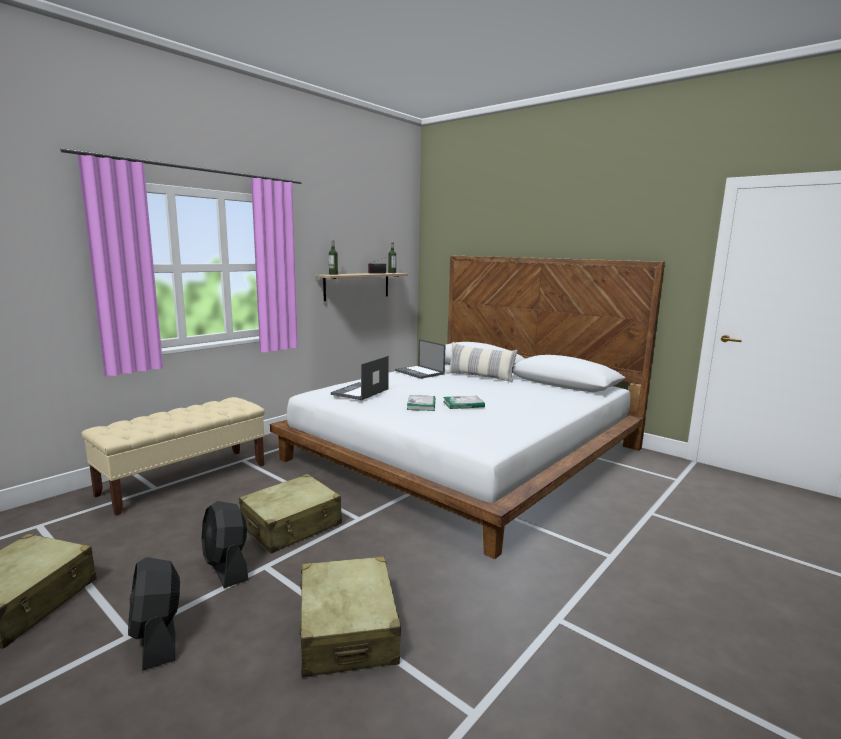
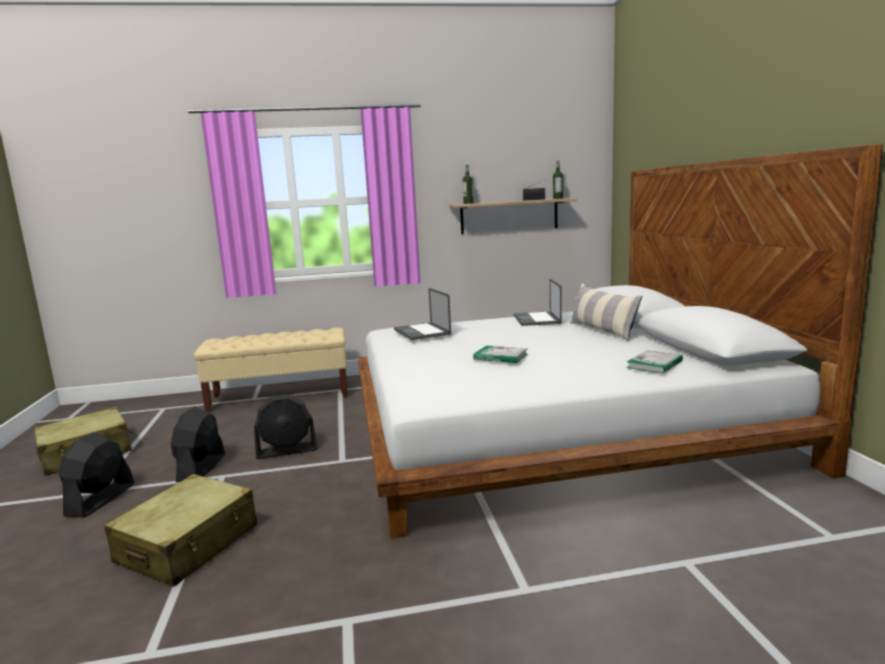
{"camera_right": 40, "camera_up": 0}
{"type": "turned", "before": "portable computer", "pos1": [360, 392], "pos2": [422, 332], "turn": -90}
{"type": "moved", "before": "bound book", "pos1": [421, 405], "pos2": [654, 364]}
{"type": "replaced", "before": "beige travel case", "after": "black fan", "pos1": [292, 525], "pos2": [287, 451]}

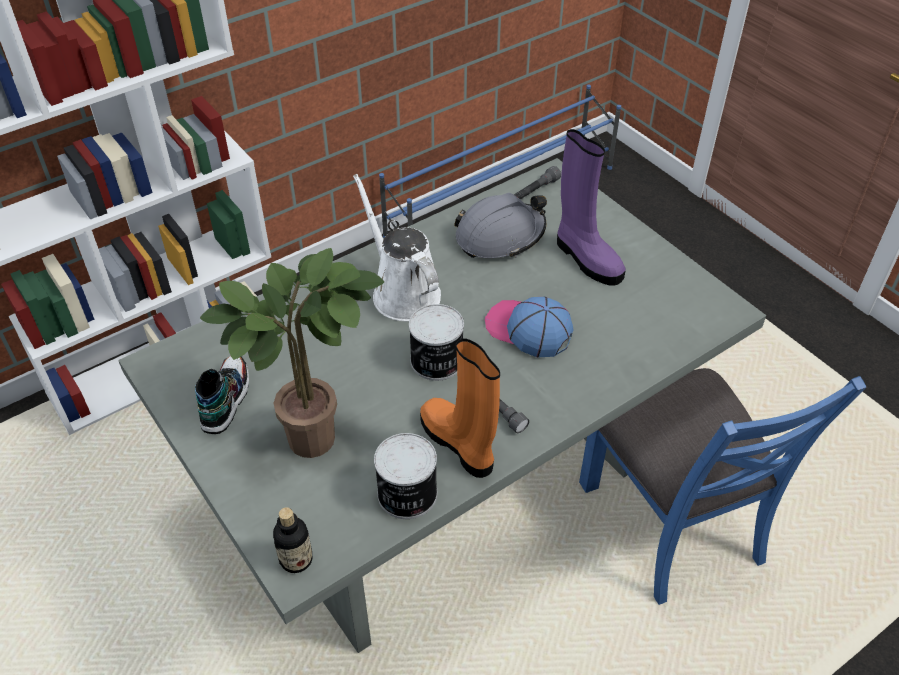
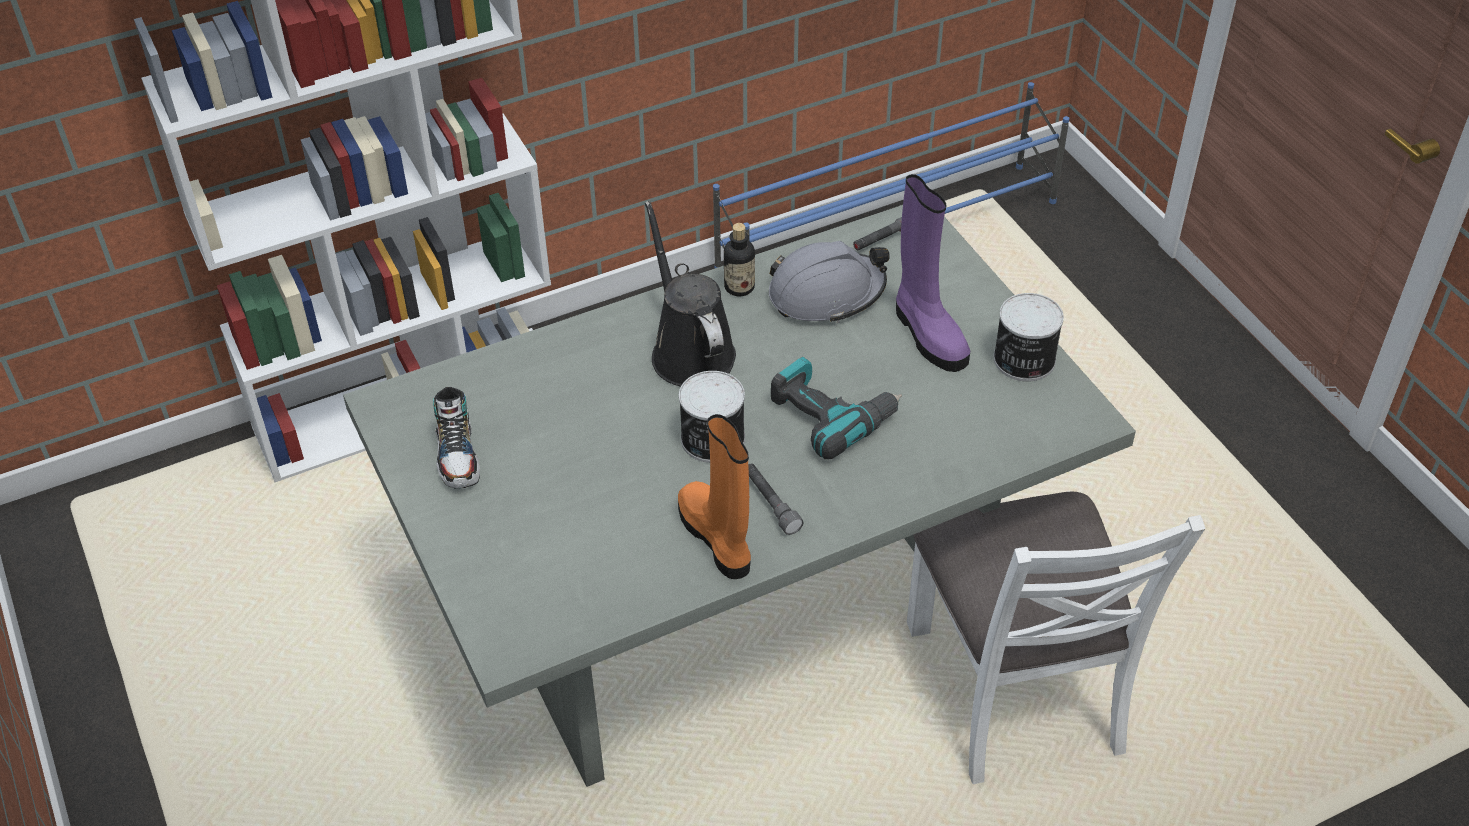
{"camera_right": 10, "camera_up": 0}
{"type": "recoloured", "before": "whitish watering pot", "after": "black watering pot", "pos1": [402, 292], "pos2": [689, 351]}
{"type": "removed", "before": "potted plant", "pos1": [317, 433]}
{"type": "replaced", "before": "cap", "after": "power drill", "pos1": [528, 330], "pos2": [831, 415]}
{"type": "turned", "before": "low shoe", "pos1": [225, 400], "pos2": [458, 455], "turn": 150}
{"type": "recoloured", "before": "bluish chair", "after": "whitish chair", "pos1": [672, 523], "pos2": [1017, 689]}
{"type": "moved", "before": "can", "pos1": [406, 495], "pos2": [1023, 360]}
{"type": "moved", "before": "bottle", "pos1": [296, 559], "pos2": [739, 287]}

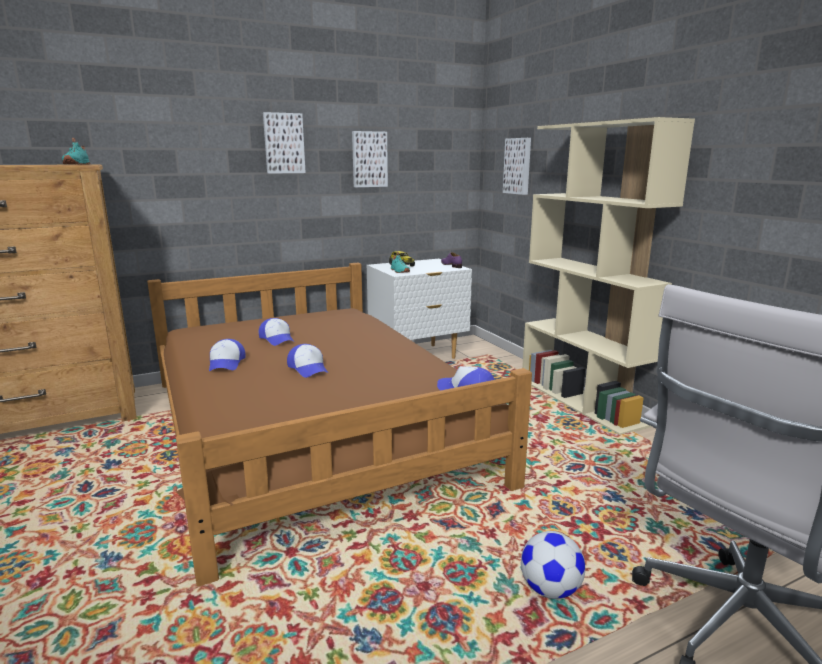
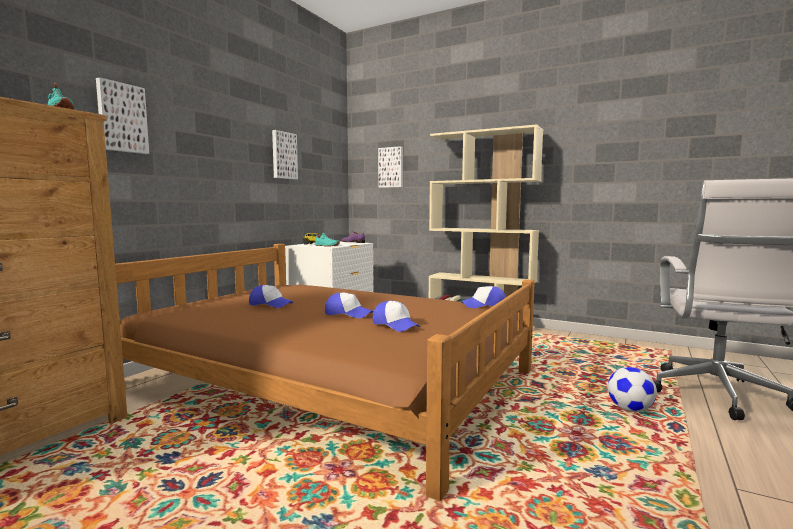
{"camera_right": -35, "camera_up": -10}
{"type": "moved", "before": "picture", "pos1": [283, 143], "pos2": [121, 118]}
{"type": "moved", "before": "cap", "pos1": [226, 363], "pos2": [396, 325]}

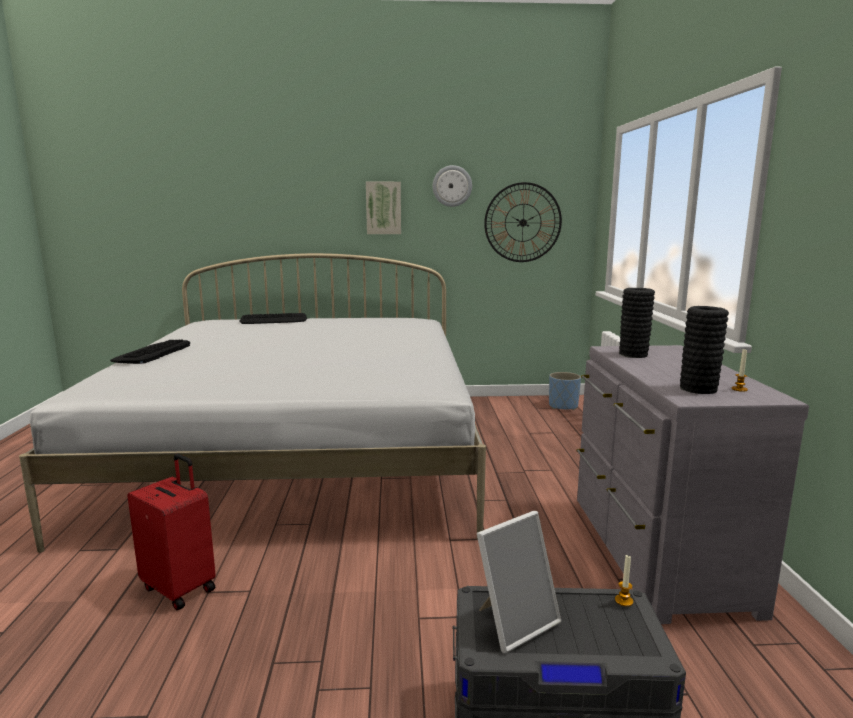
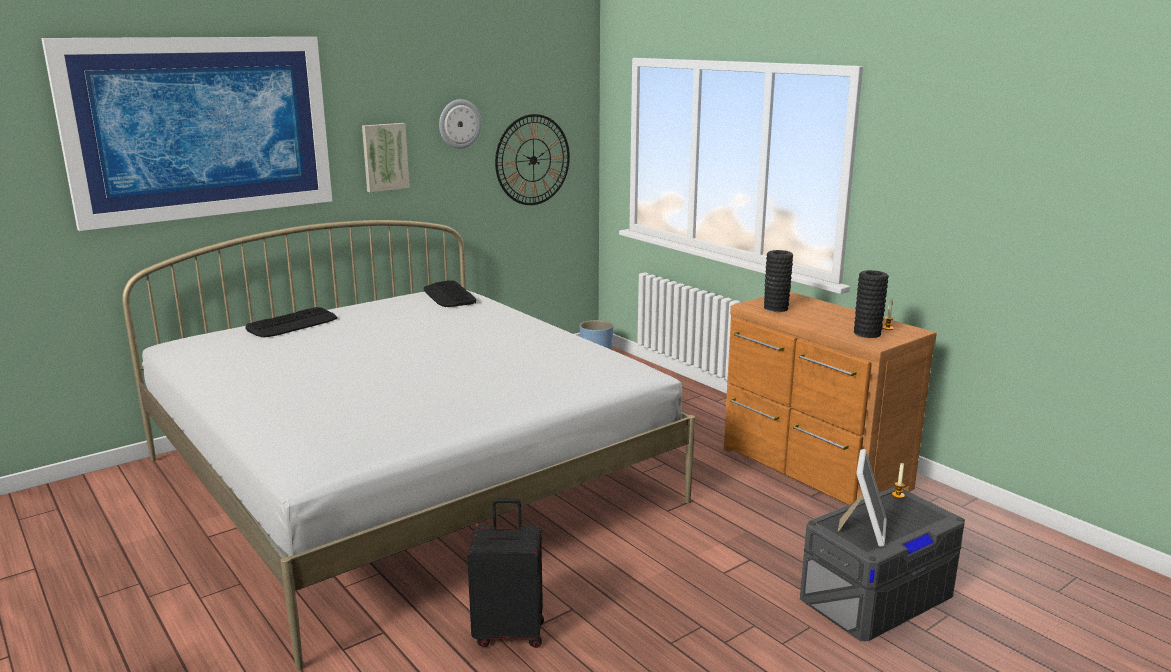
{"camera_right": -35, "camera_up": 5}
{"type": "moved", "before": "PC keyboard", "pos1": [152, 353], "pos2": [449, 295]}
{"type": "recoloured", "before": "greyish chest of drawers", "after": "brown chest of drawers", "pos1": [655, 554], "pos2": [812, 470]}
{"type": "recoloured", "before": "red-coloured travel case", "after": "black travel case", "pos1": [181, 588], "pos2": [509, 632]}
{"type": "added", "after": "picture", "pos2": [201, 128]}

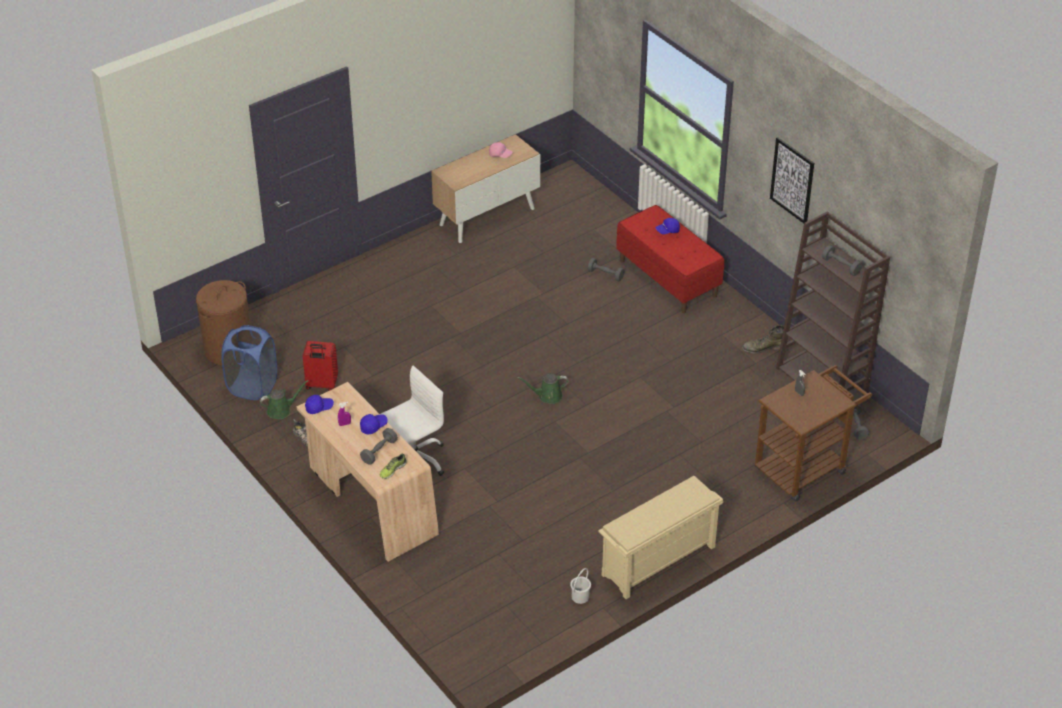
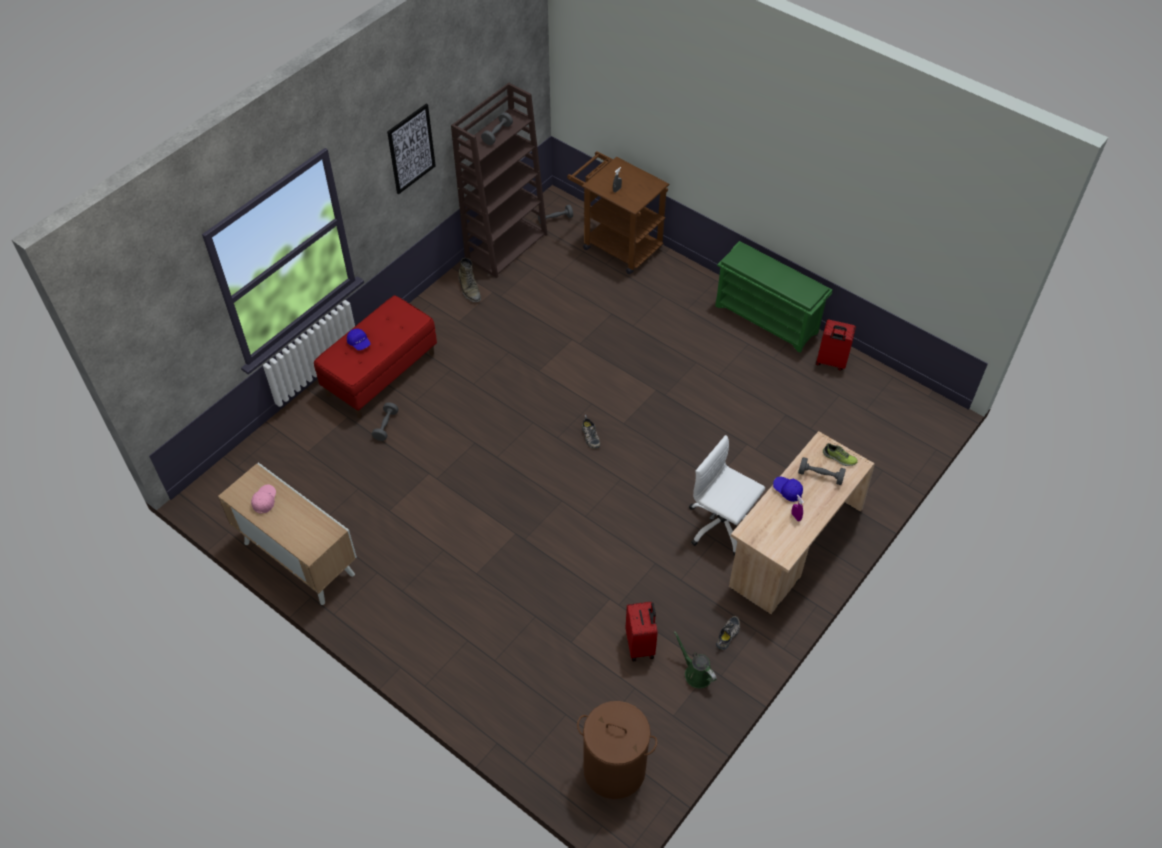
{"camera_right": -105, "camera_up": 10}
{"type": "removed", "before": "bluish laundry basket", "pos1": [252, 386]}
{"type": "replaced", "before": "greenish watering pot", "after": "low shoe", "pos1": [547, 396], "pos2": [590, 436]}
{"type": "removed", "before": "bluish cap", "pos1": [319, 407]}
{"type": "recoloured", "before": "beige shoe rack", "after": "greenish shoe rack", "pos1": [658, 562], "pos2": [767, 319]}
{"type": "replaced", "before": "whitish pail", "after": "red-coloured travel case", "pos1": [580, 596], "pos2": [830, 362]}

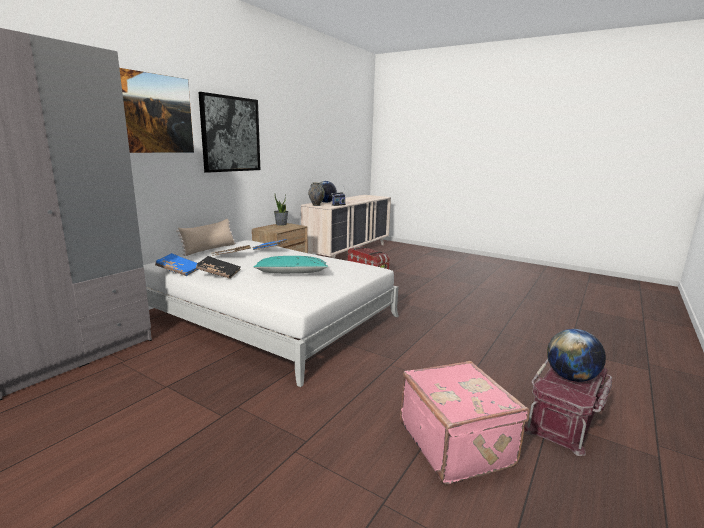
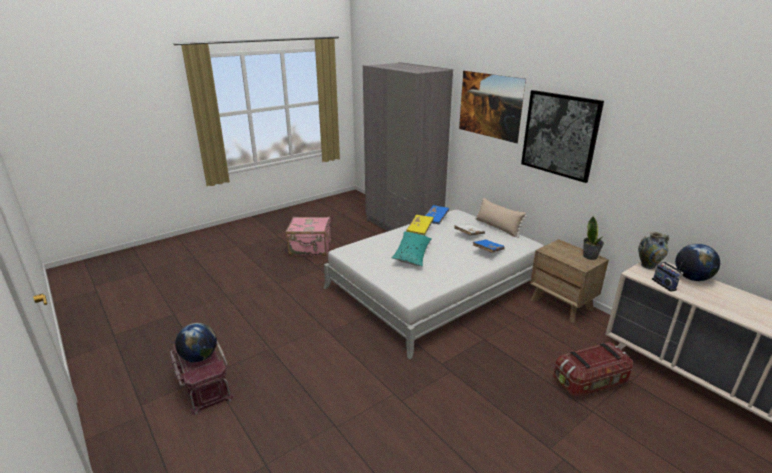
{"camera_right": 110, "camera_up": 10}
{"type": "recoloured", "before": "black bound book", "after": "yellow-coloured bound book", "pos1": [219, 274], "pos2": [420, 229]}
{"type": "moved", "before": "pink travel case", "pos1": [456, 443], "pos2": [310, 249]}

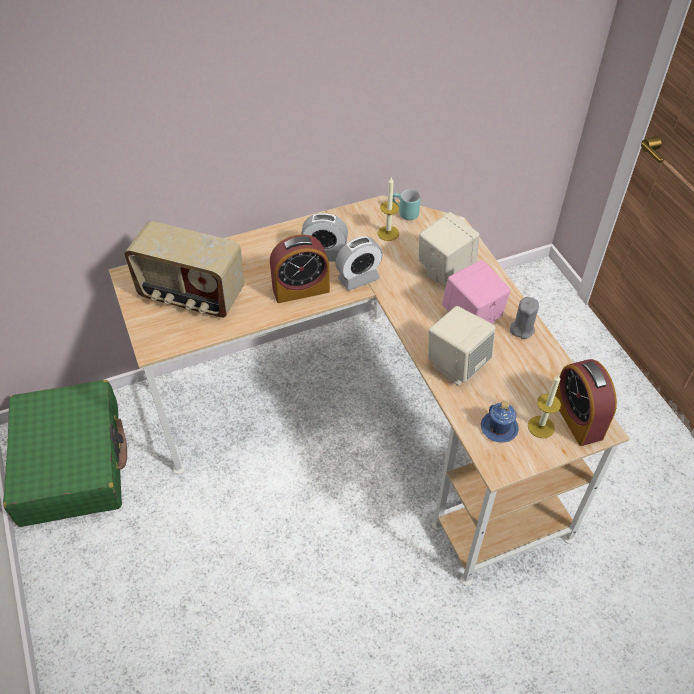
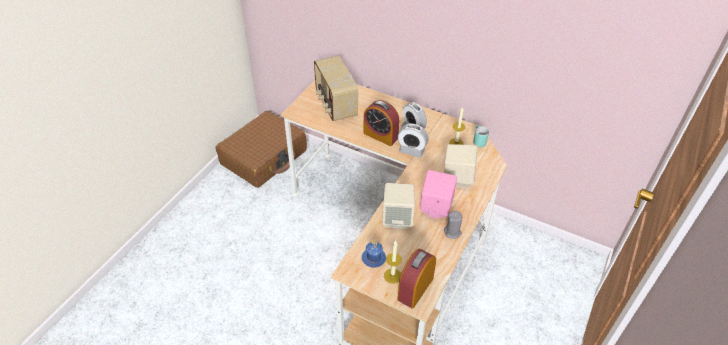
{"camera_right": 50, "camera_up": -5}
{"type": "recoloured", "before": "greenish travel case", "after": "brown travel case", "pos1": [71, 462], "pos2": [264, 157]}

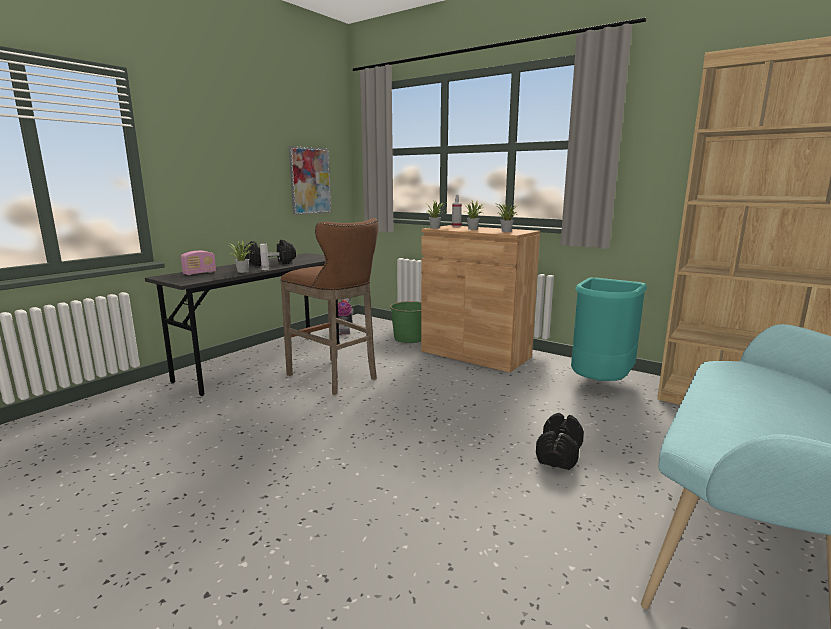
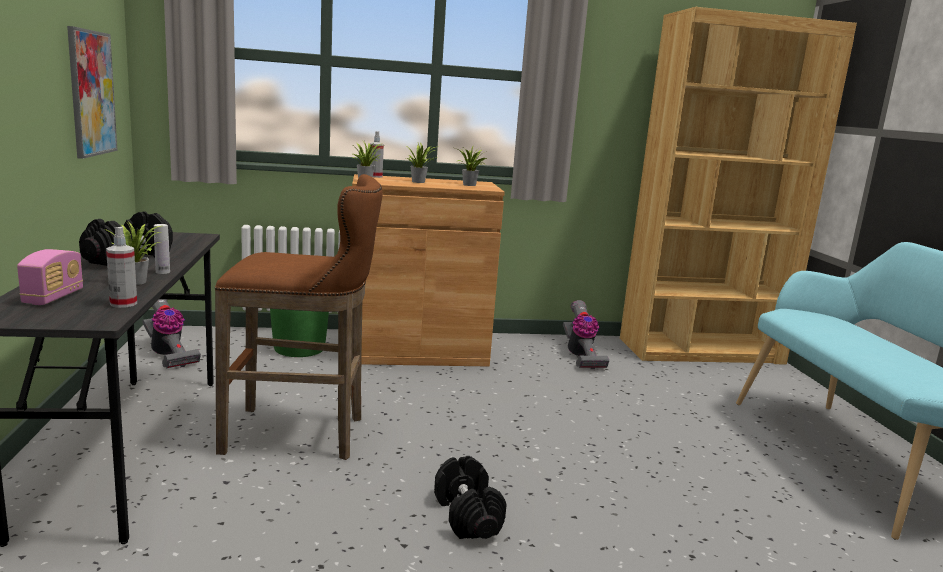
{"camera_right": -45, "camera_up": 0}
{"type": "replaced", "before": "blue-green rubbish bin", "after": "hoover", "pos1": [600, 383], "pos2": [580, 356]}
{"type": "moved", "before": "black free weight", "pos1": [559, 454], "pos2": [468, 515]}
{"type": "added", "after": "sprayer", "pos2": [123, 304]}

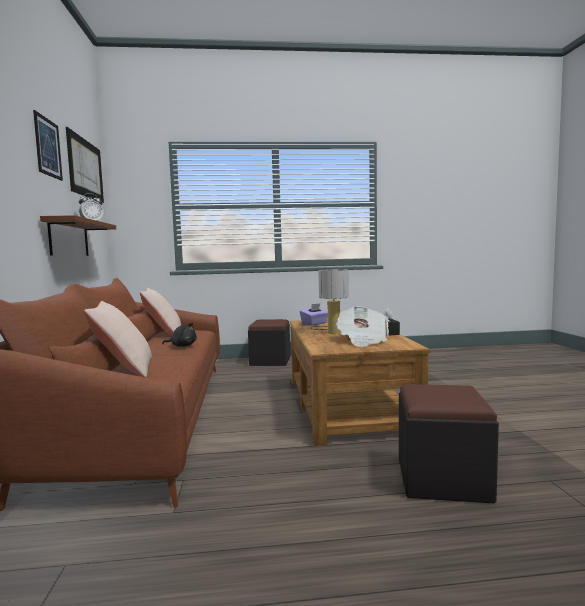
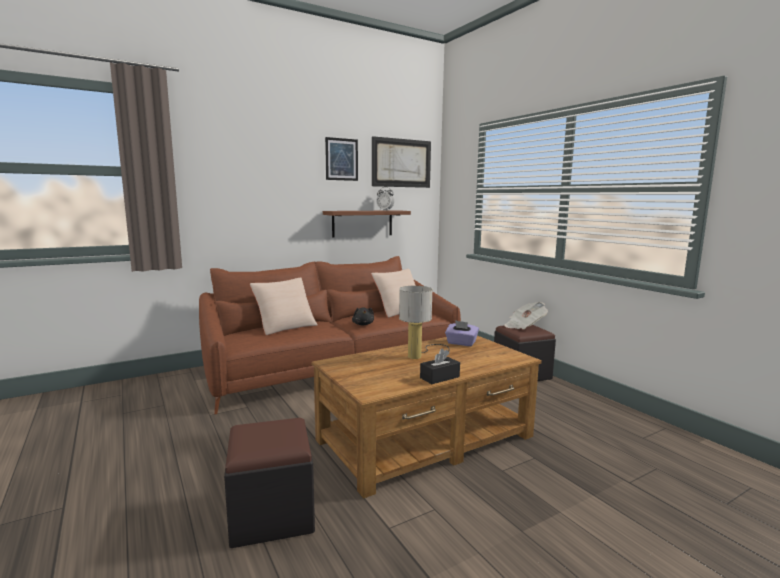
{"camera_right": 65, "camera_up": 5}
{"type": "moved", "before": "newspaper", "pos1": [362, 340], "pos2": [524, 326]}

